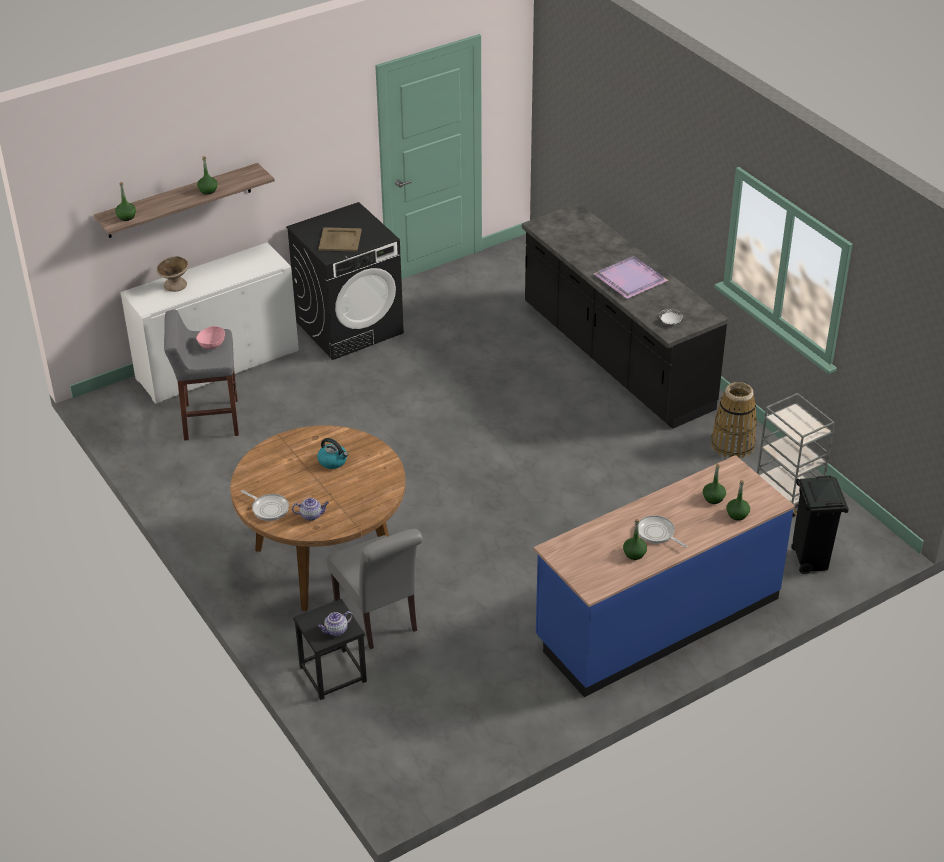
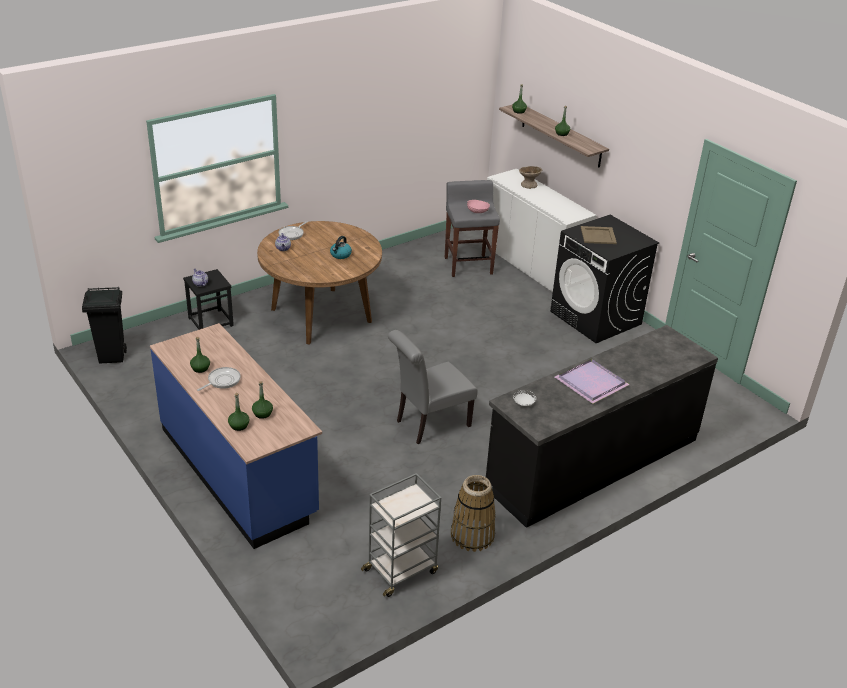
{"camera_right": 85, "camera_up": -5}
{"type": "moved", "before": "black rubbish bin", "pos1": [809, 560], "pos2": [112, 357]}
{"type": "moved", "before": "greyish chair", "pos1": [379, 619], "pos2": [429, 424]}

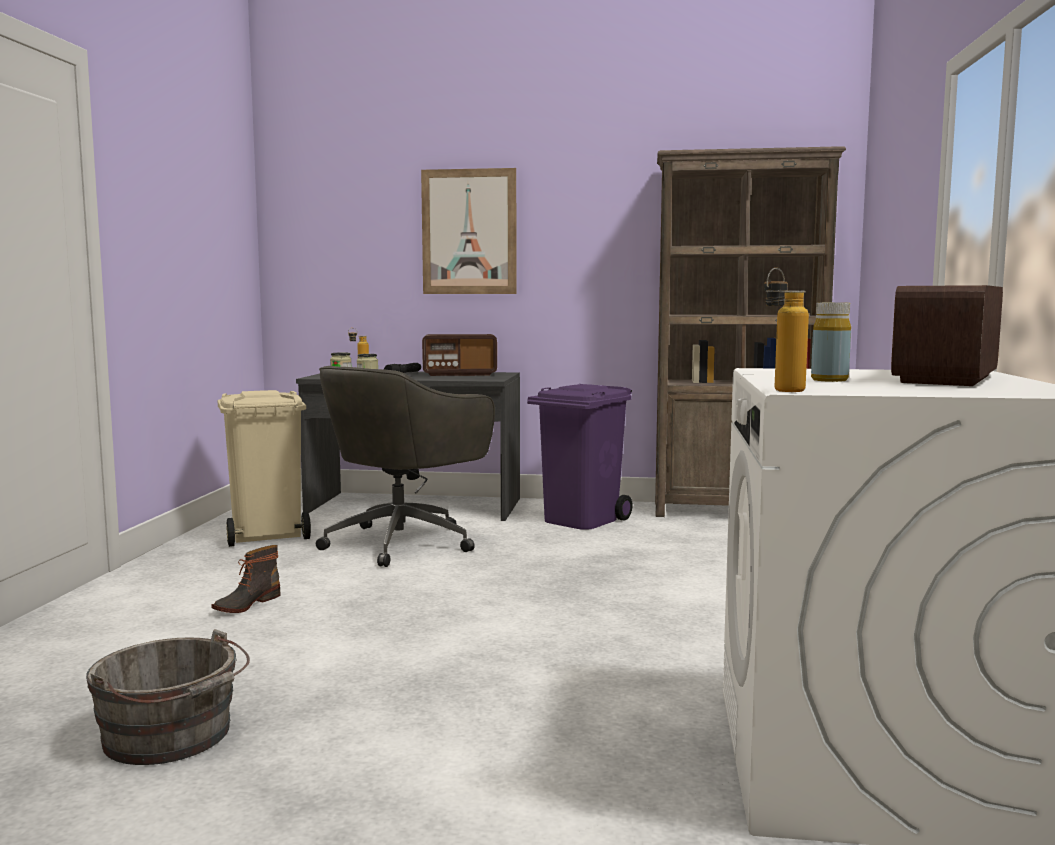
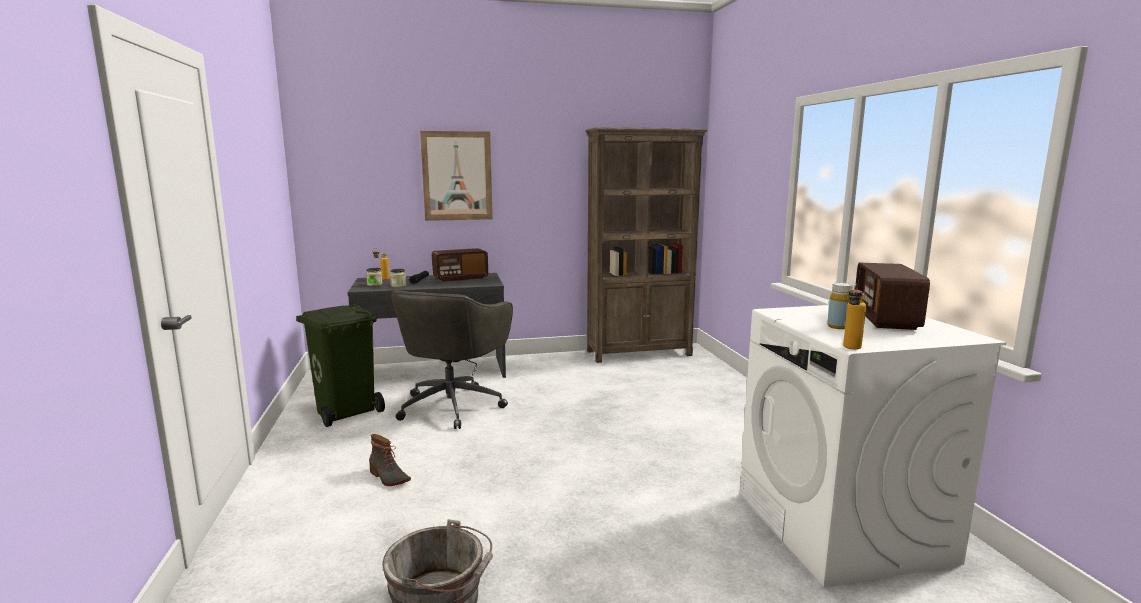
{"camera_right": -20, "camera_up": 5}
{"type": "removed", "before": "purplish rubbish bin", "pos1": [580, 519]}
{"type": "recoloured", "before": "beige rubbish bin", "after": "greenish rubbish bin", "pos1": [268, 535], "pos2": [347, 411]}
{"type": "turned", "before": "boot", "pos1": [246, 604], "pos2": [388, 477], "turn": -60}

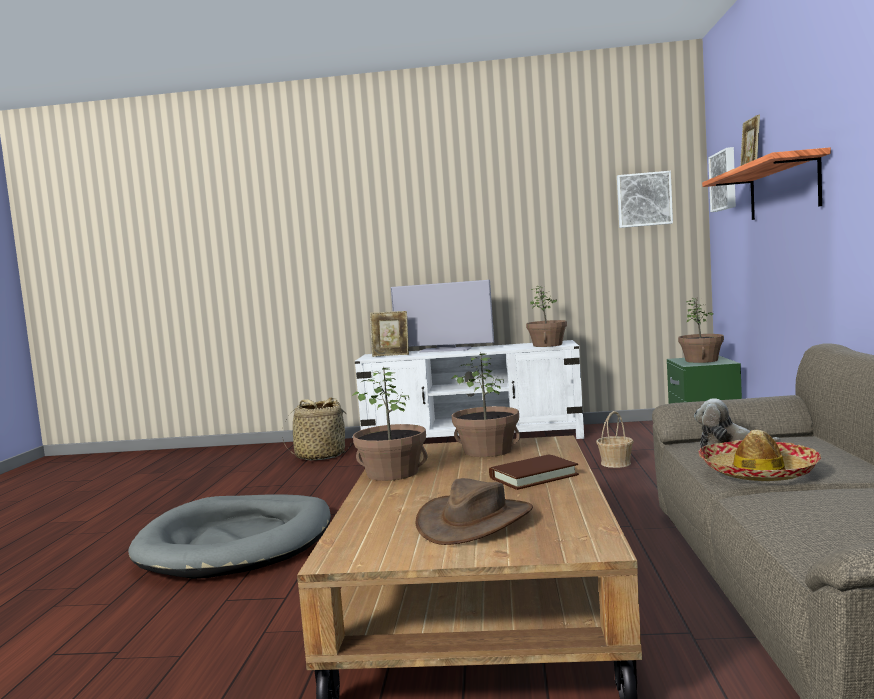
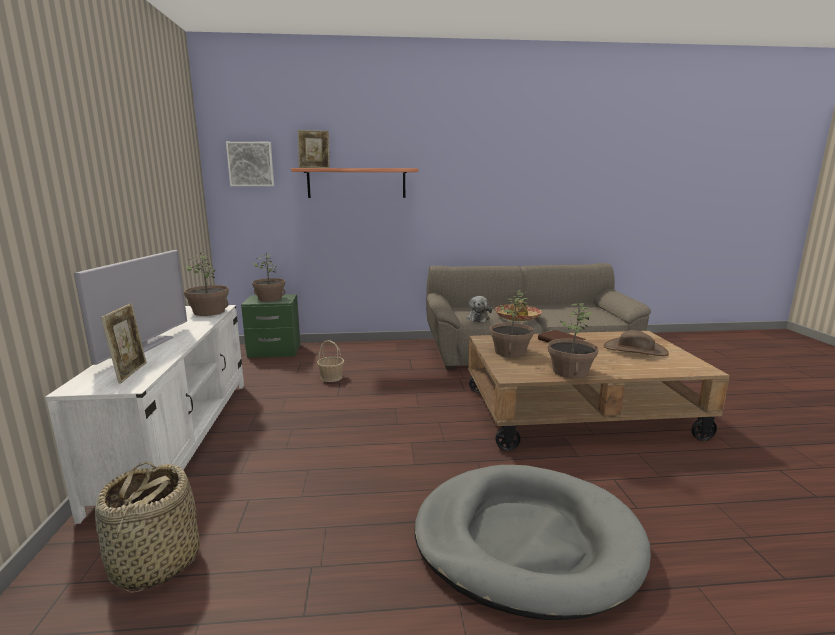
{"camera_right": -100, "camera_up": 10}
{"type": "removed", "before": "picture", "pos1": [644, 199]}

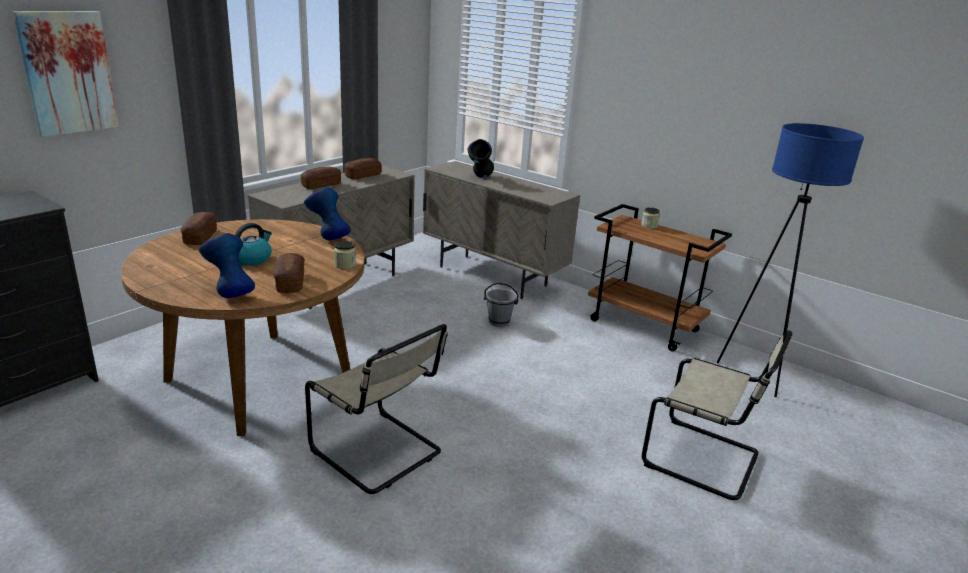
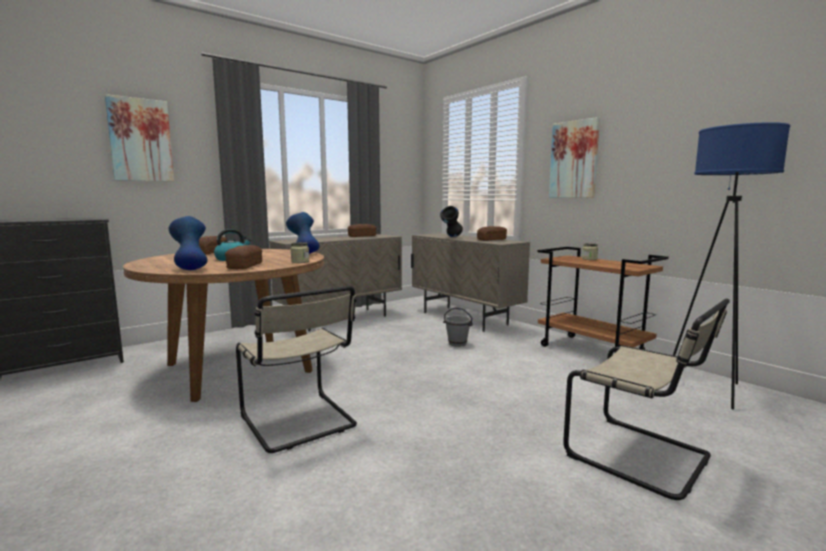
{"camera_right": 15, "camera_up": -15}
{"type": "moved", "before": "baked bread", "pos1": [321, 185], "pos2": [491, 240]}
{"type": "added", "after": "picture", "pos2": [574, 160]}

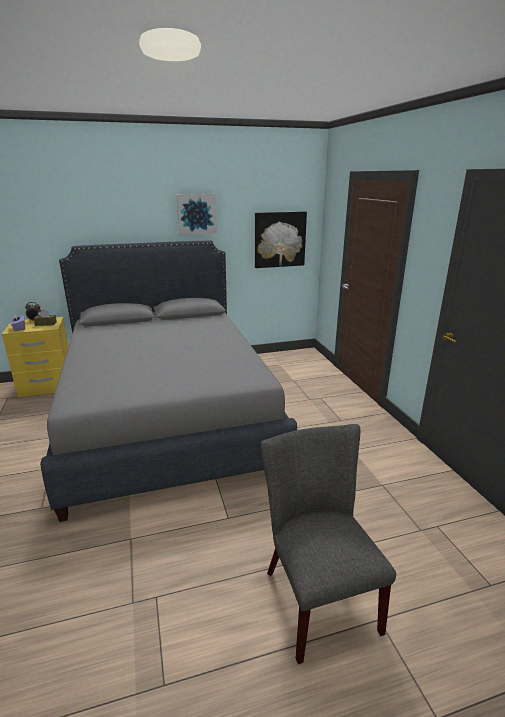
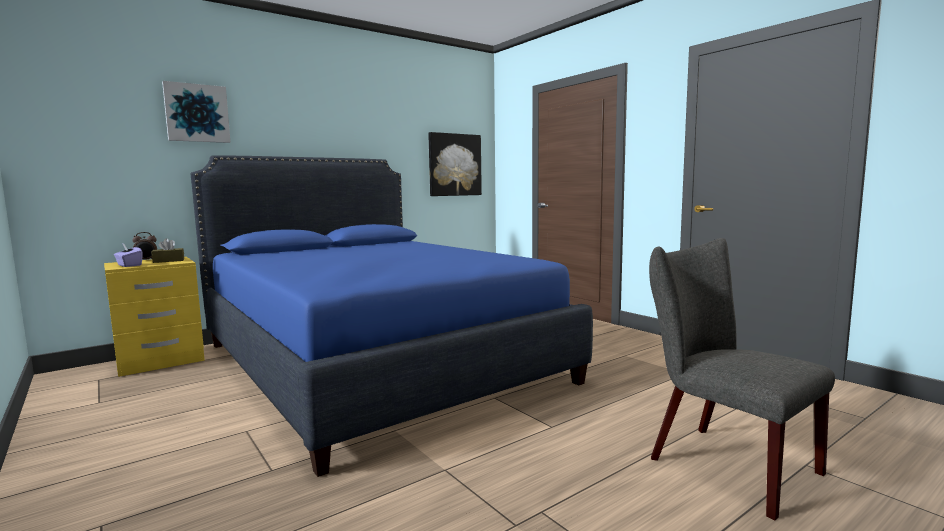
{"camera_right": -20, "camera_up": -15}
{"type": "moved", "before": "picture", "pos1": [196, 214], "pos2": [197, 113]}
{"type": "recoloured", "before": "greyish bedroom bed", "after": "bluish bedroom bed", "pos1": [167, 415], "pos2": [375, 362]}

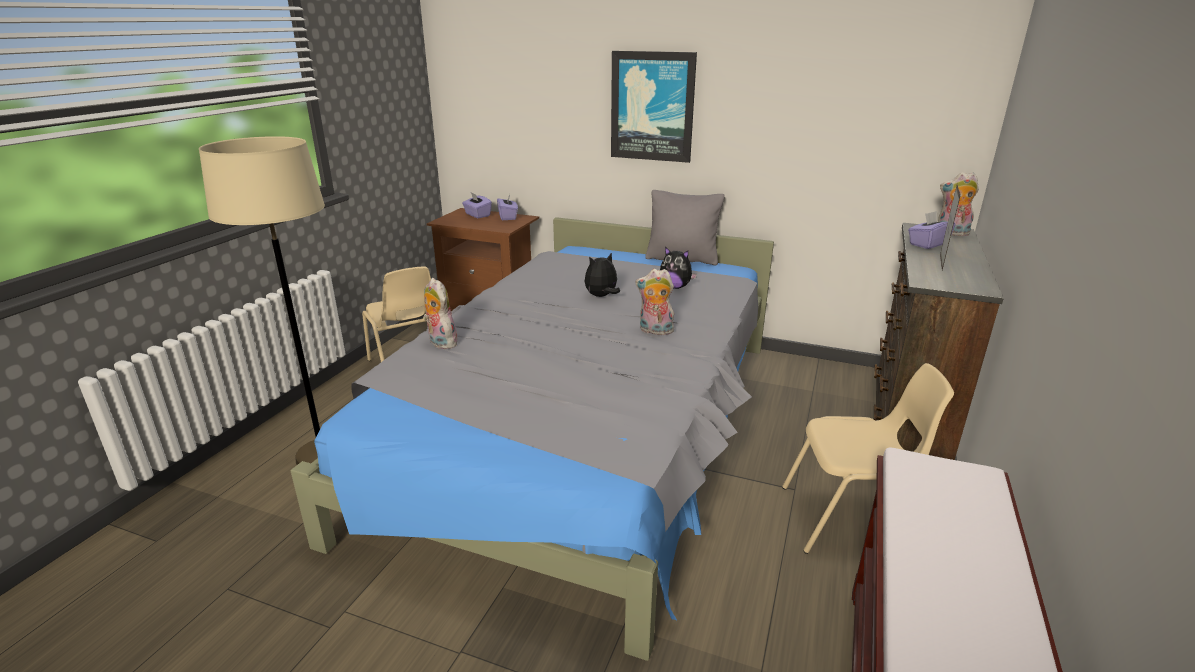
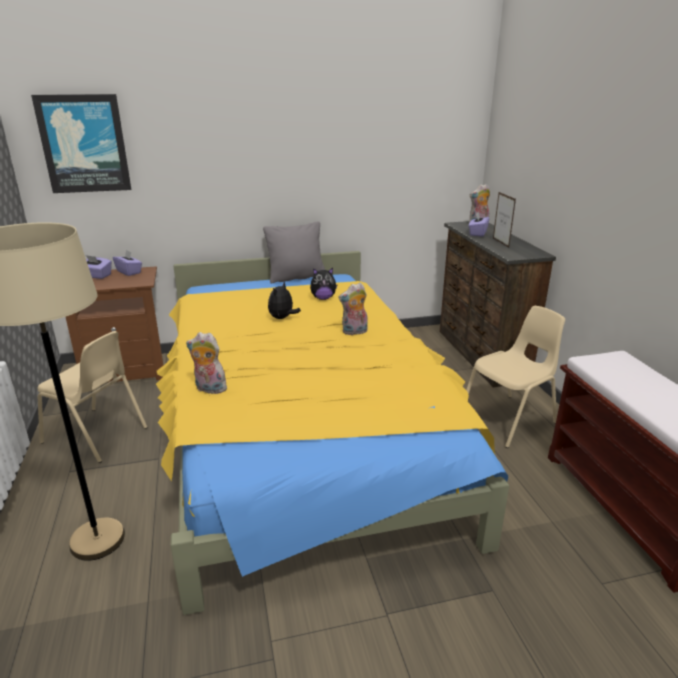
{"camera_right": -35, "camera_up": 0}
{"type": "moved", "before": "picture", "pos1": [652, 106], "pos2": [84, 144]}
{"type": "recoloured", "before": "greyish bedroom bed", "after": "yellow-coloured bedroom bed", "pos1": [585, 430], "pos2": [302, 428]}

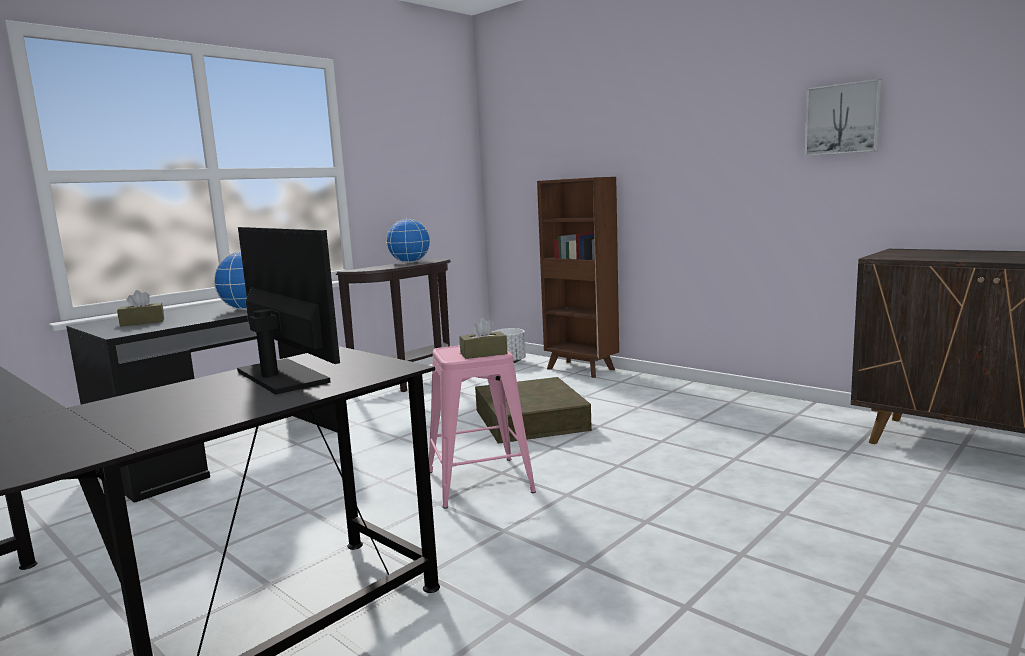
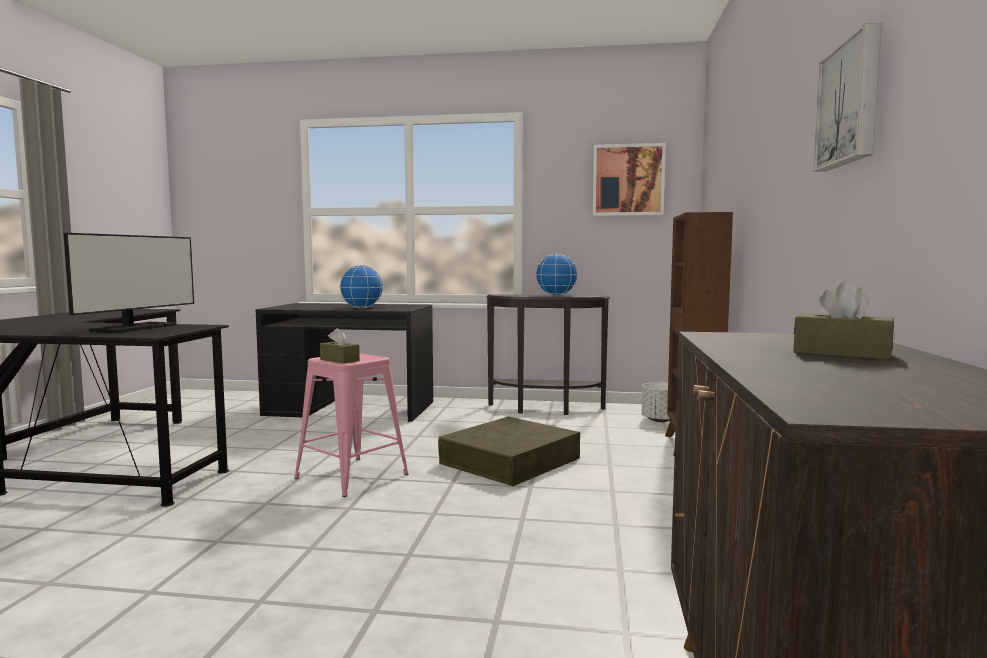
{"camera_right": 55, "camera_up": -5}
{"type": "moved", "before": "brown tissue holder", "pos1": [142, 322], "pos2": [841, 353]}
{"type": "added", "after": "picture", "pos2": [628, 180]}

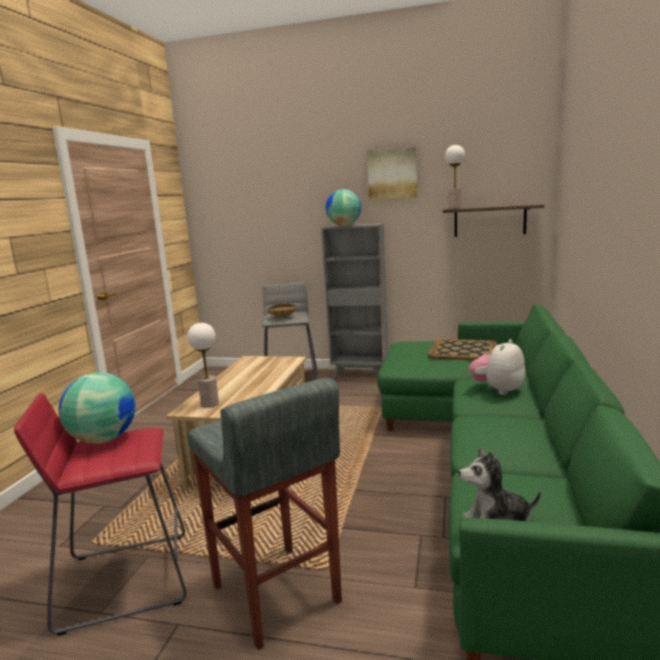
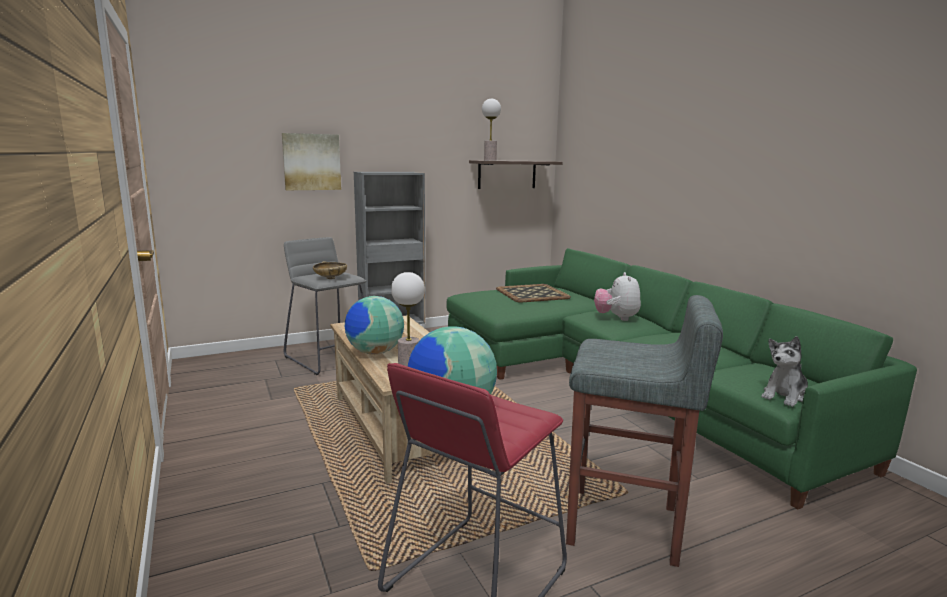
{"camera_right": -40, "camera_up": 0}
{"type": "moved", "before": "picture", "pos1": [392, 173], "pos2": [311, 162]}
{"type": "moved", "before": "desk globe", "pos1": [344, 225], "pos2": [374, 352]}

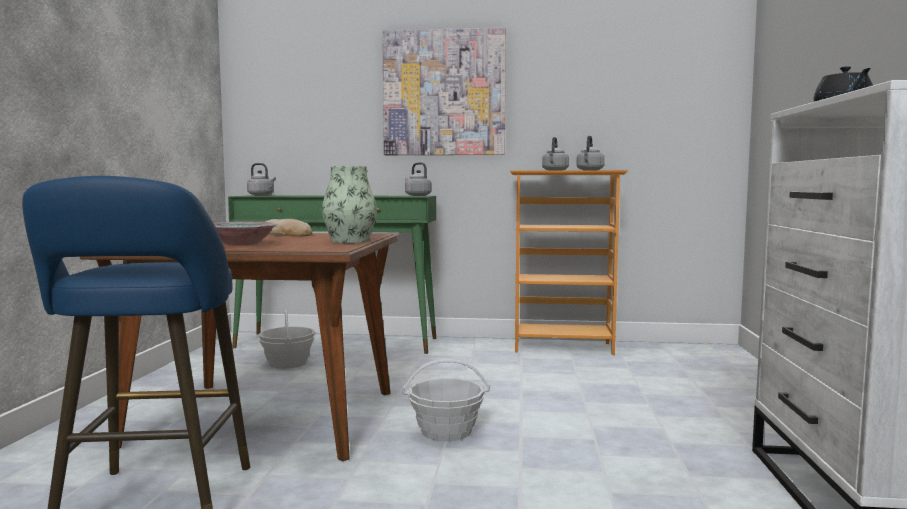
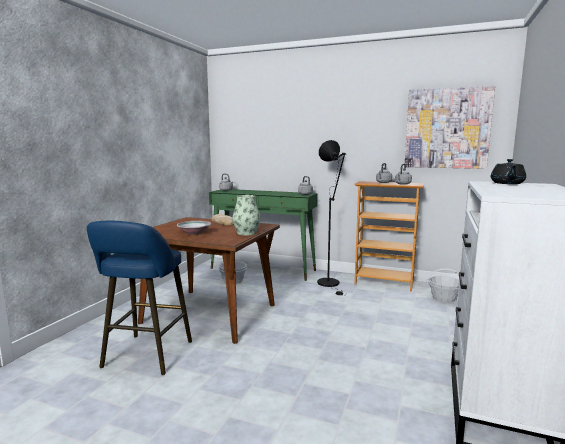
{"camera_right": 15, "camera_up": 5}
{"type": "moved", "before": "picture", "pos1": [444, 93], "pos2": [447, 128]}
{"type": "moved", "before": "household basket", "pos1": [446, 431], "pos2": [443, 298]}
{"type": "added", "after": "black standing lamp", "pos2": [330, 284]}

